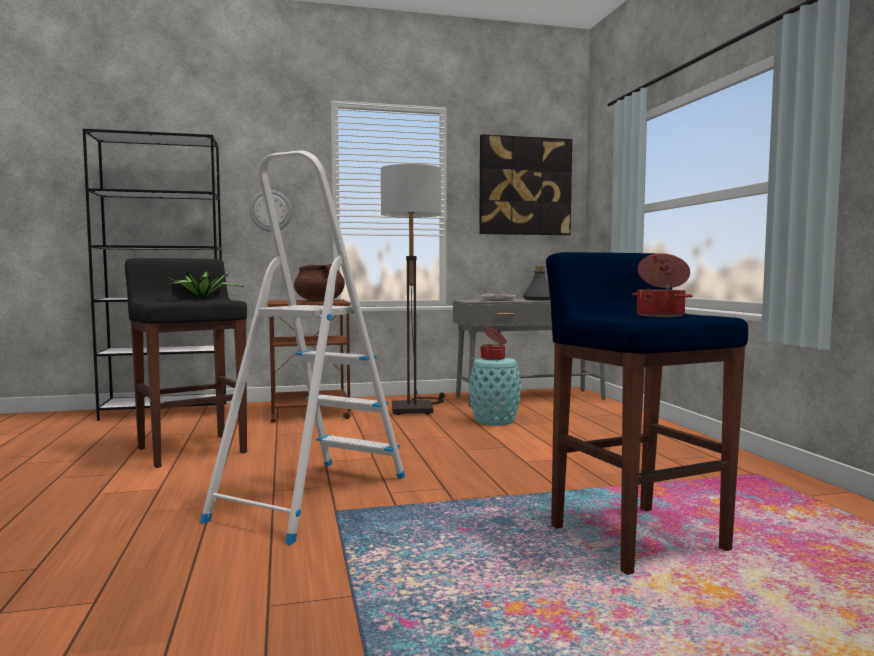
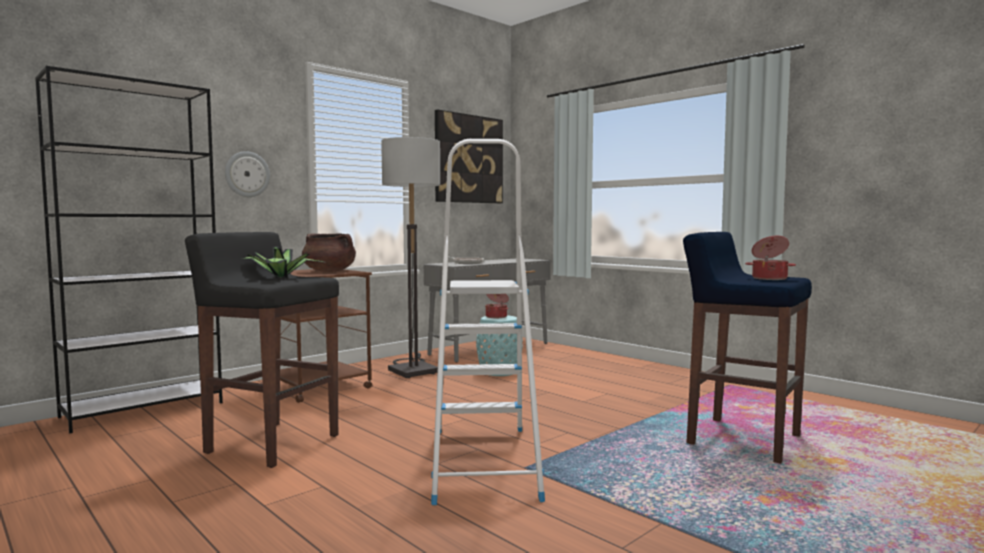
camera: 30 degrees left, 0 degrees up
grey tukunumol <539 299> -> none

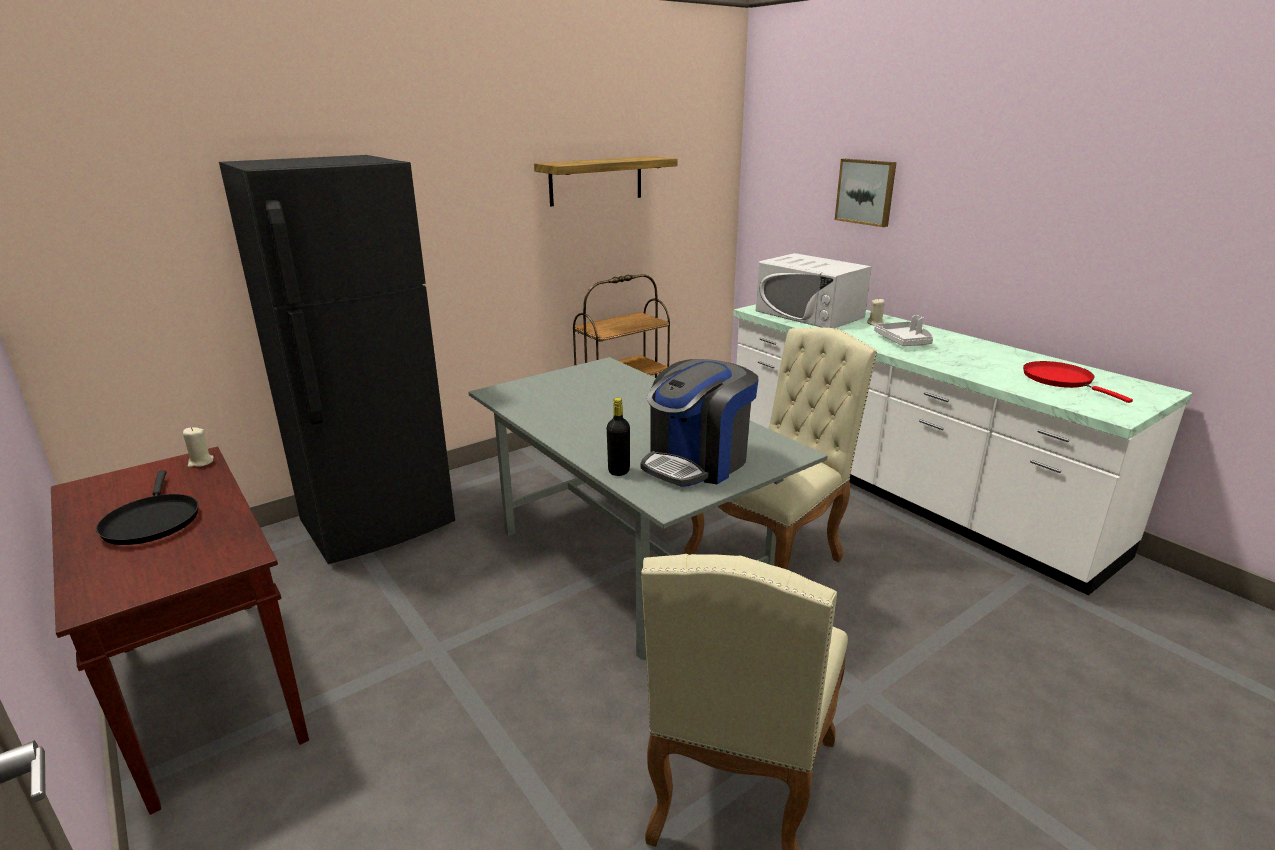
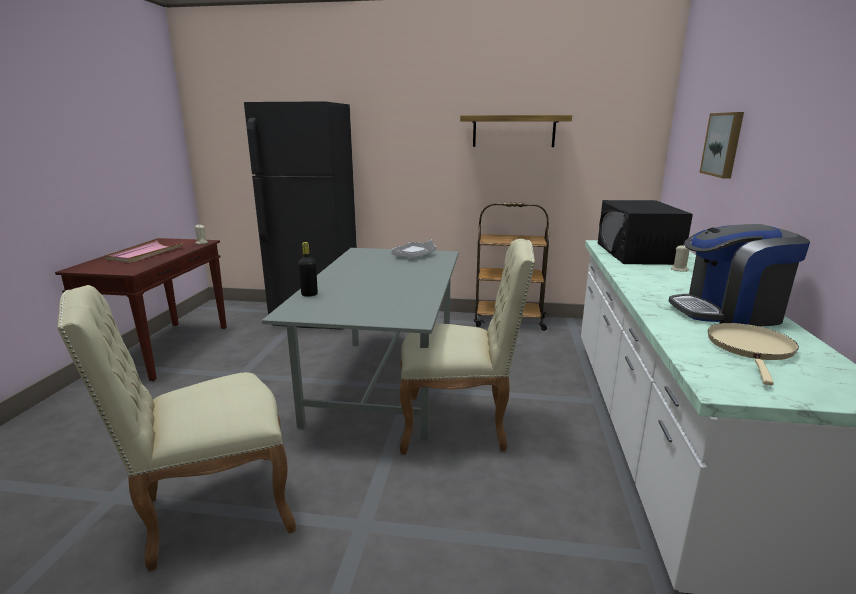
camera: 45 degrees right, 5 degrees down
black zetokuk <151 521> -> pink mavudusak <145 254>
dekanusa <697 462> -> dekanusa <727 313>, relocated
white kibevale <809 314> -> black kibevale <637 253>
grey mavudusak <904 341> -> grey mavudusak <414 255>, relocated
red zetokuk <1061 380> -> beige zetokuk <751 349>

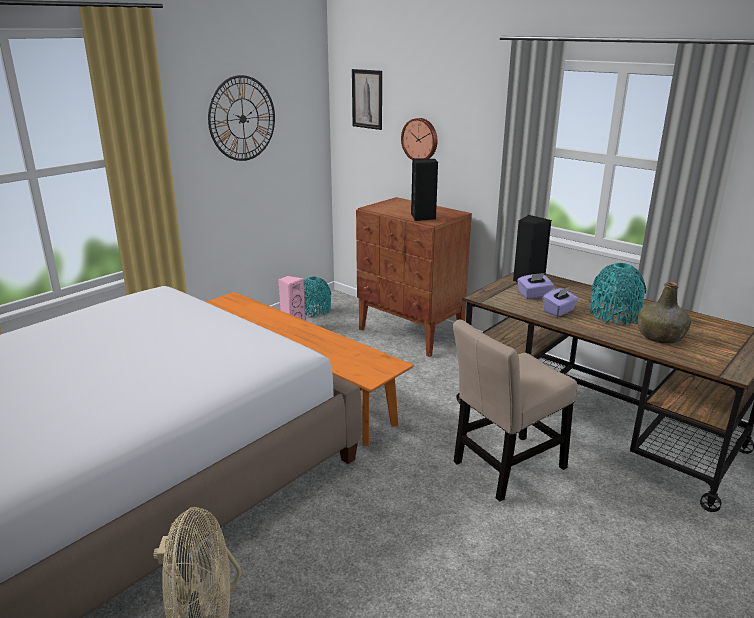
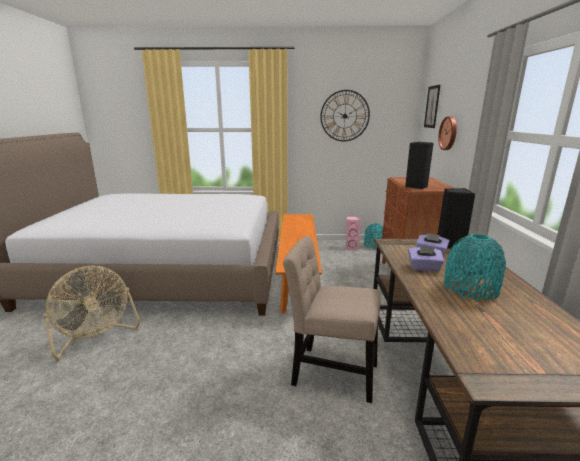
camera: 50 degrees right, 5 degrees down
green tukunumol <660 336> -> none

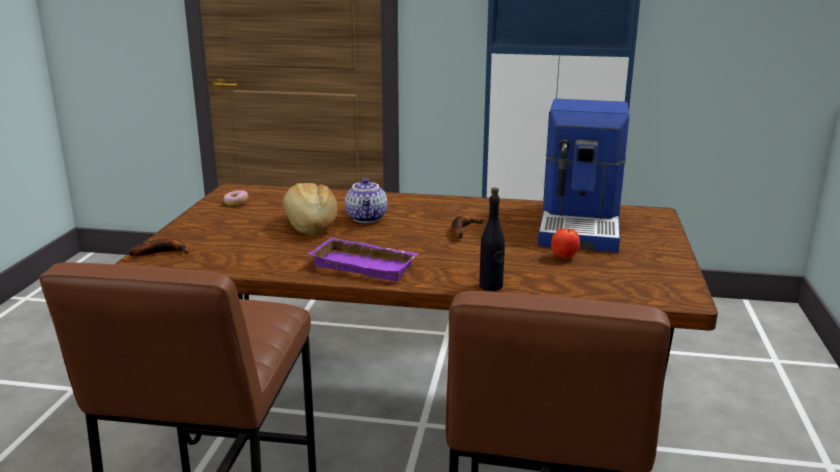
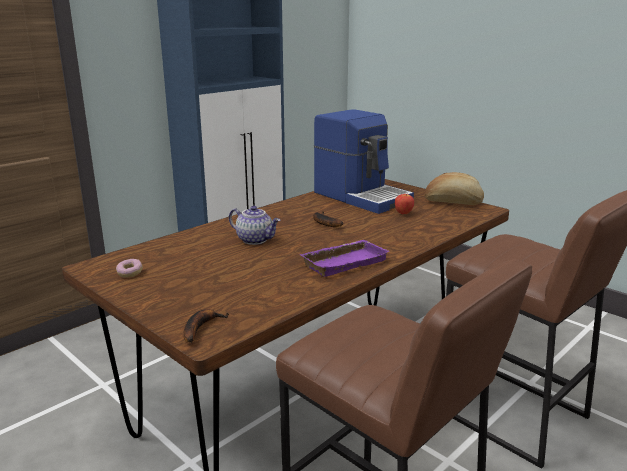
camera: 55 degrees left, 0 degrees up
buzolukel <309 225> -> buzolukel <453 202>, relocated
black tukunumol <491 286> -> none

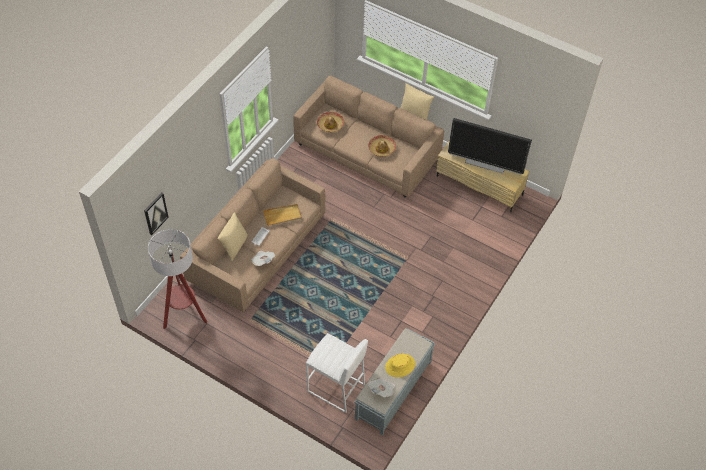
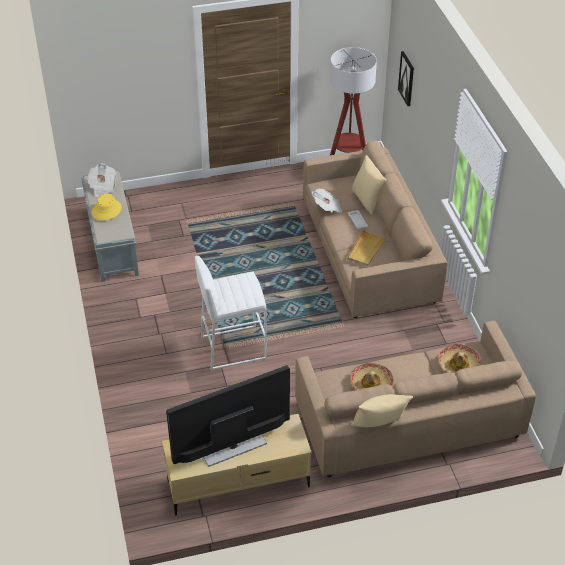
camera: 135 degrees right, 10 degrees down
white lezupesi <336 388> -> white lezupesi <232 347>, relocated

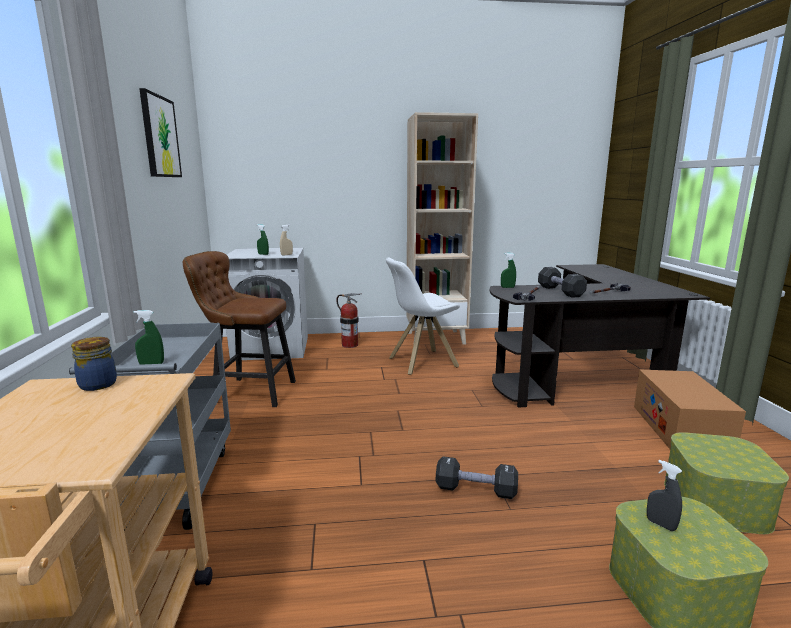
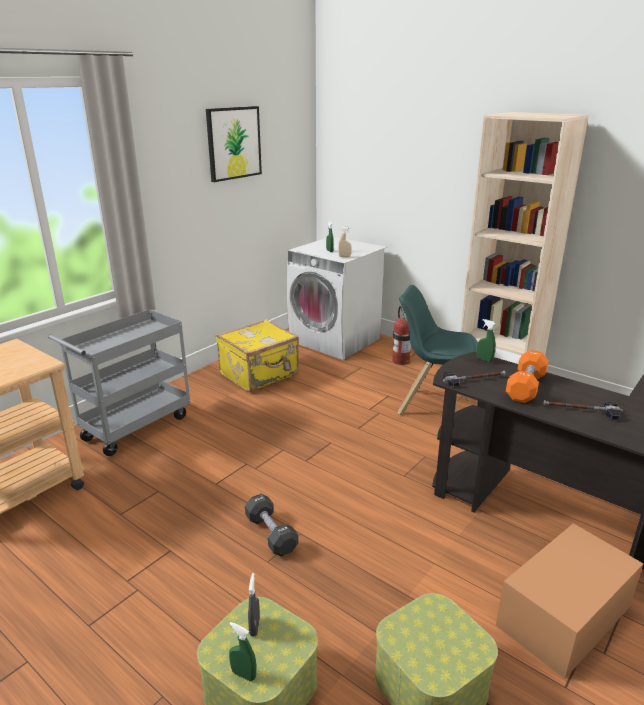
camera: 45 degrees right, 10 degrees up
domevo <96 384> -> none
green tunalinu <151 364> -> green tunalinu <243 674>, relocated
brown lezupesi <245 391> -> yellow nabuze <260 375>
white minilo <422 362> -> turquoise minilo <433 406>
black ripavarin <560 291> -> orange ripavarin <525 387>

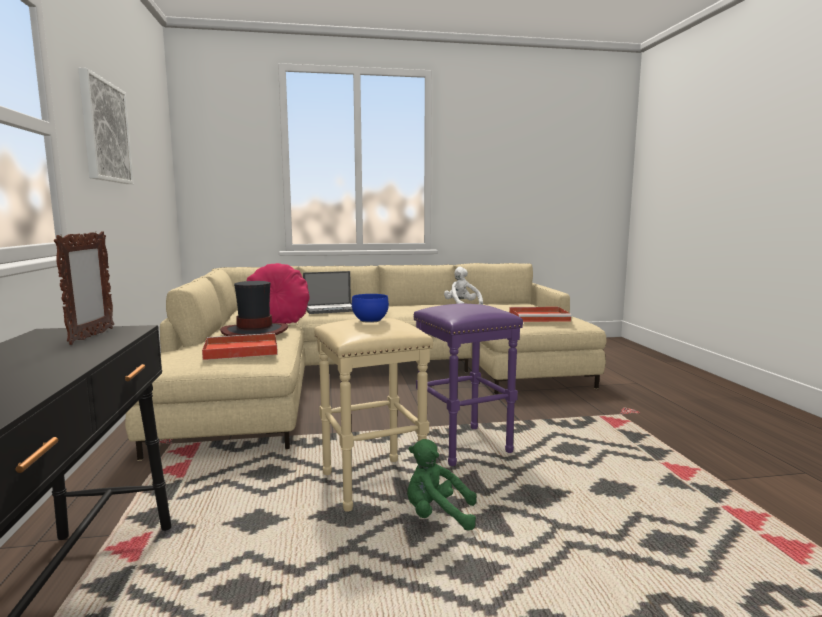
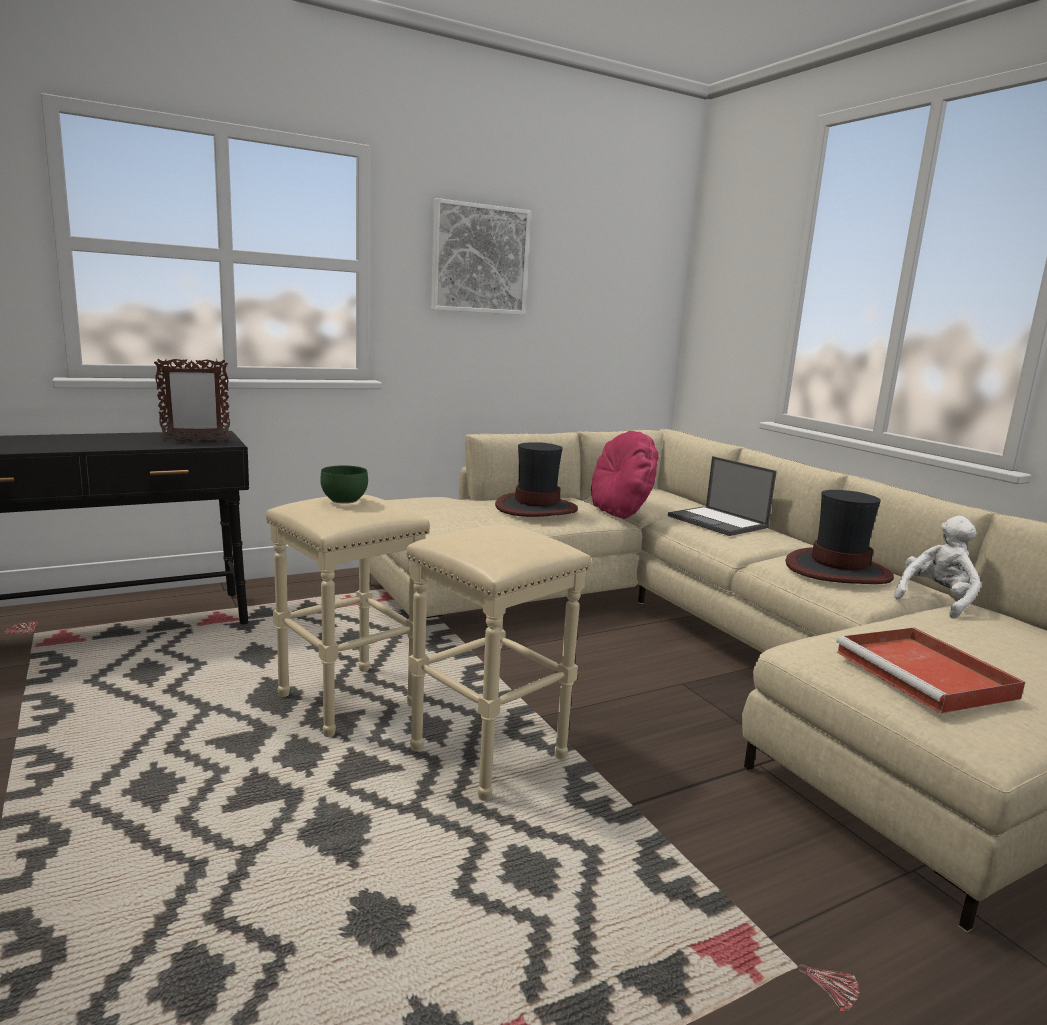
camera: 70 degrees right, 5 degrees up
red mavudusak <239 350> -> none
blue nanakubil <369 320> -> green nanakubil <345 500>
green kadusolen <437 516> -> none
purple lezupesi <464 444> -> beige lezupesi <492 753>
none -> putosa <837 570>

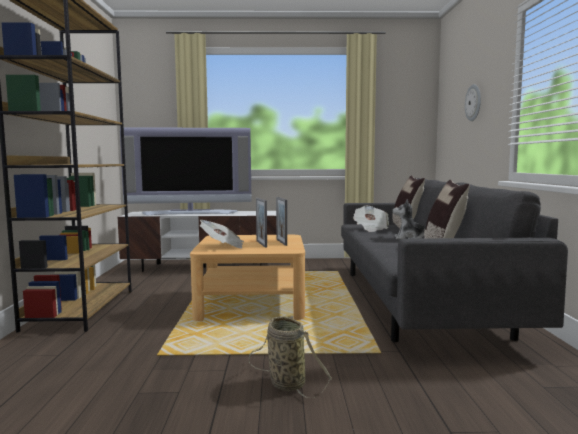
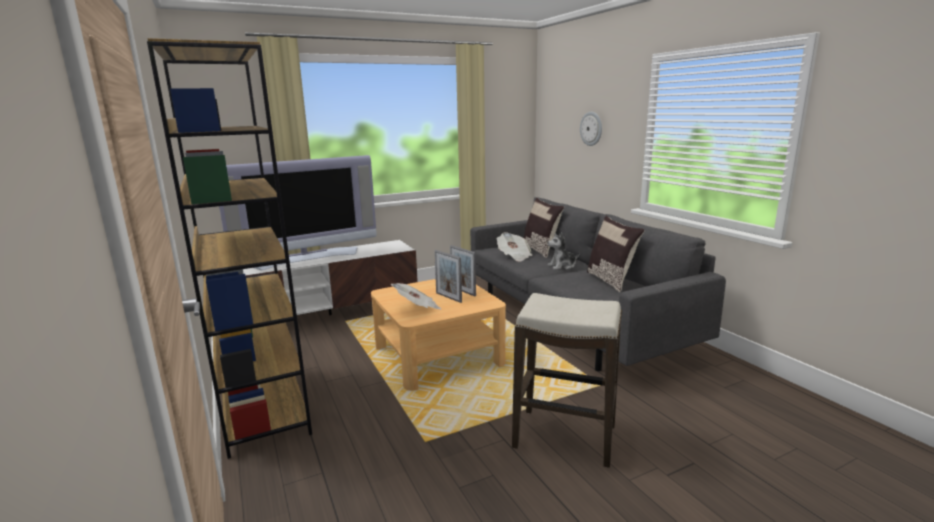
camera: 25 degrees left, 10 degrees up
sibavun <285 383> -> lezupesi <564 437>

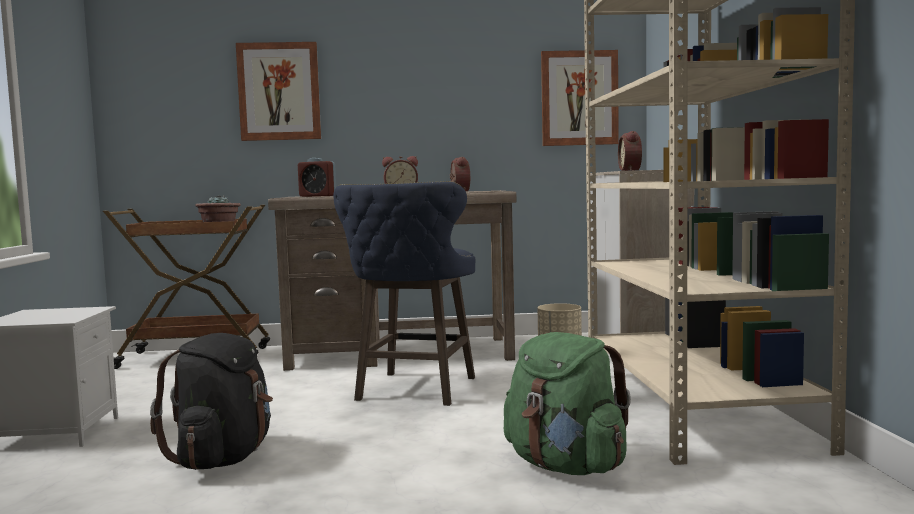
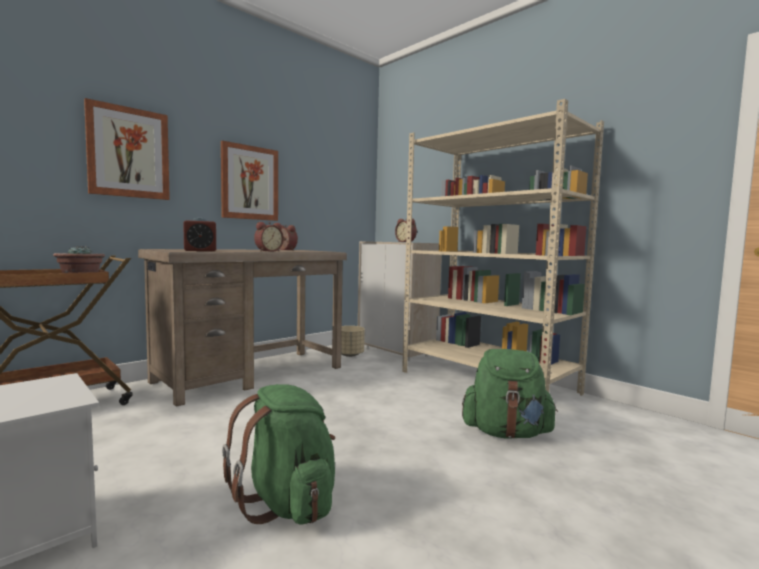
camera: 40 degrees left, 0 degrees up
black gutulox <223 458> -> green gutulox <287 502>
blue lezupesi <414 390> -> none
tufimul <579 98> -> tufimul <249 183>, relocated

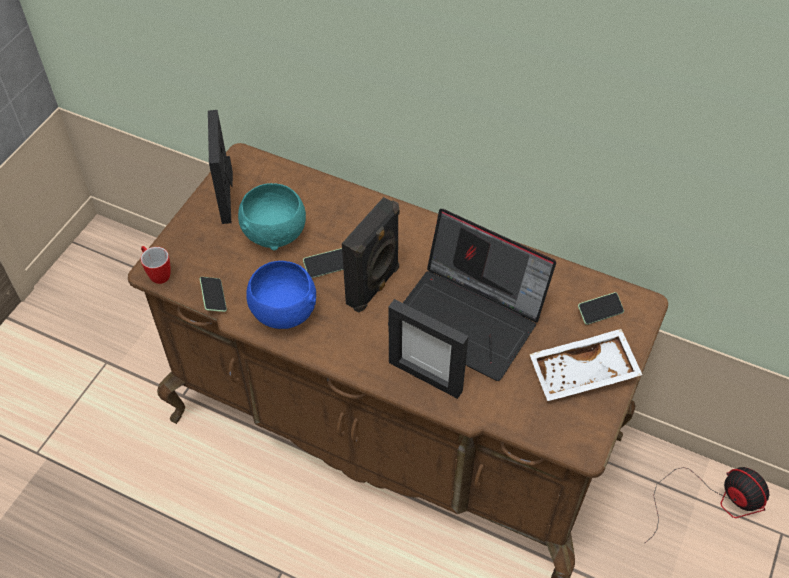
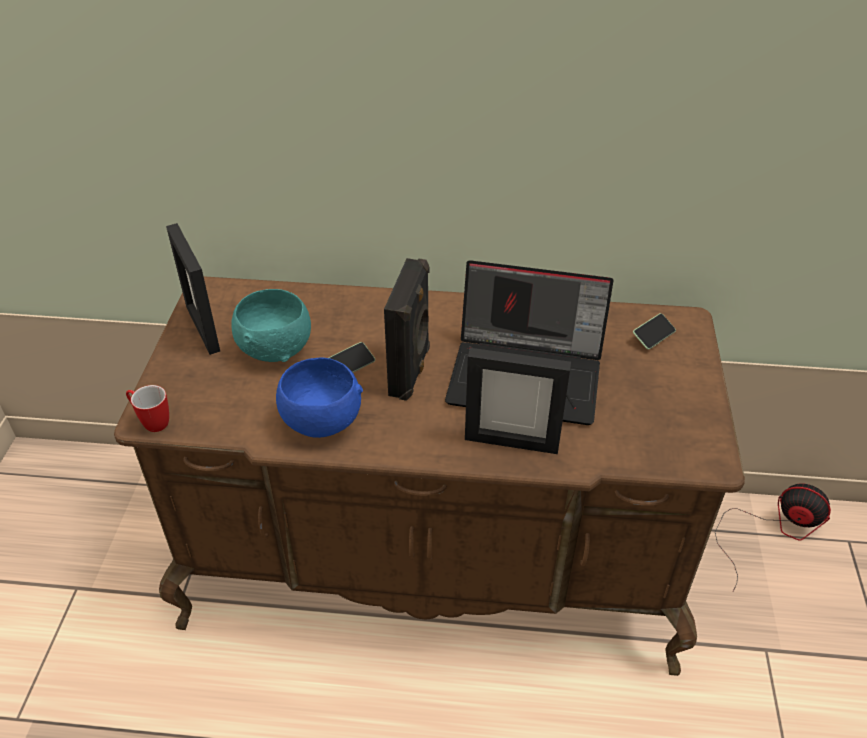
camera: 20 degrees left, 10 degrees down
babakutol <214 298> -> none
white mavudusak <583 374> -> none

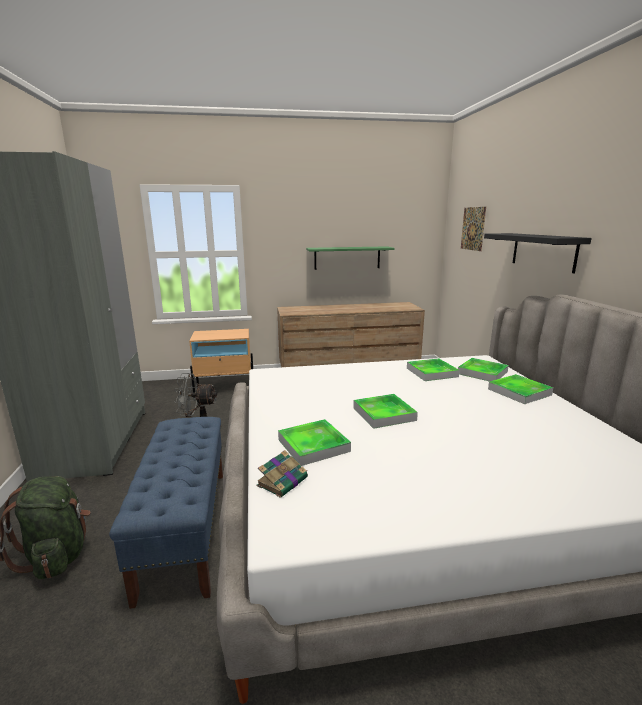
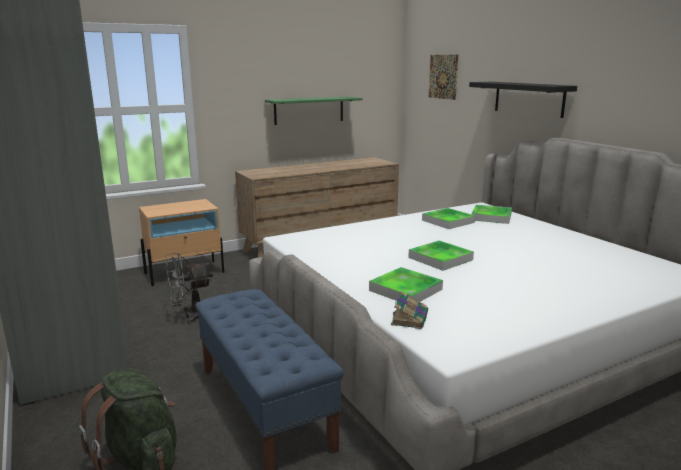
camera: 20 degrees left, 0 degrees up
mavudusak <519 392> -> none

